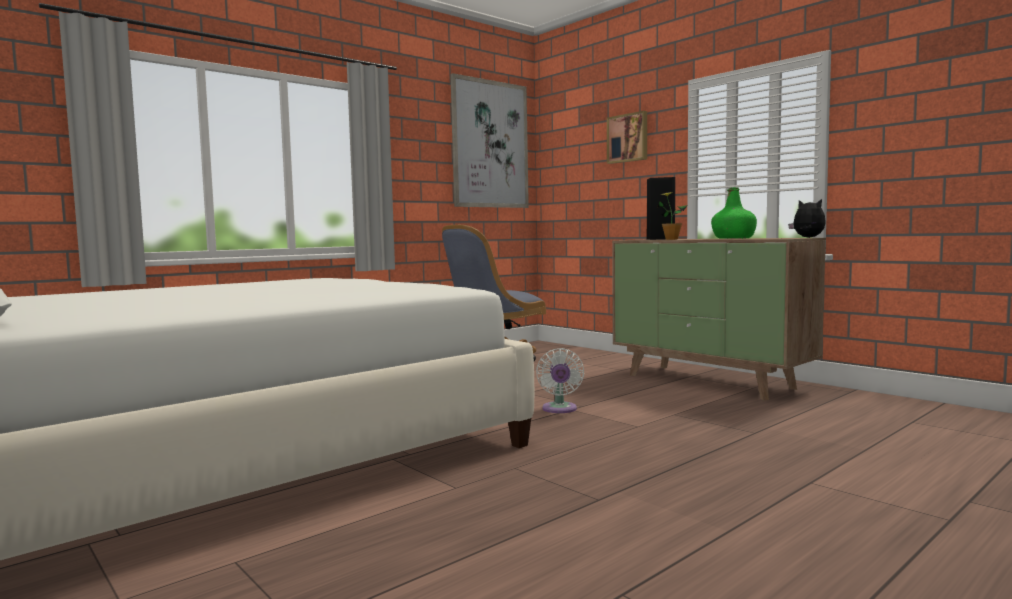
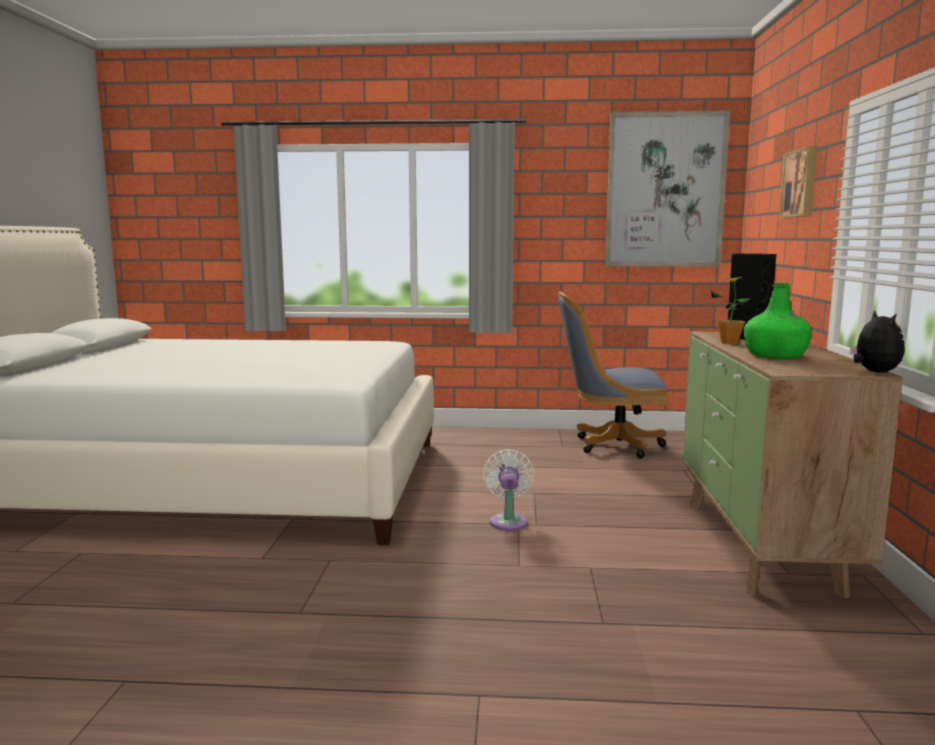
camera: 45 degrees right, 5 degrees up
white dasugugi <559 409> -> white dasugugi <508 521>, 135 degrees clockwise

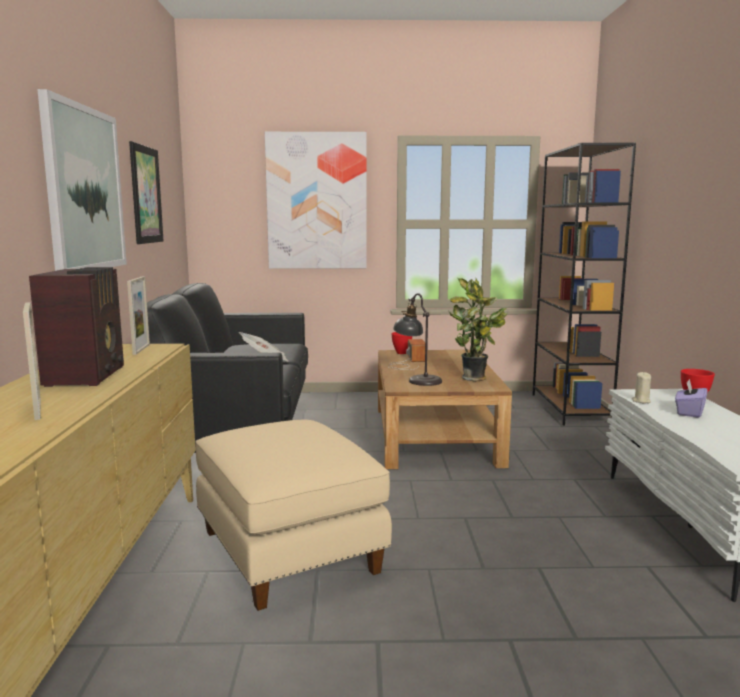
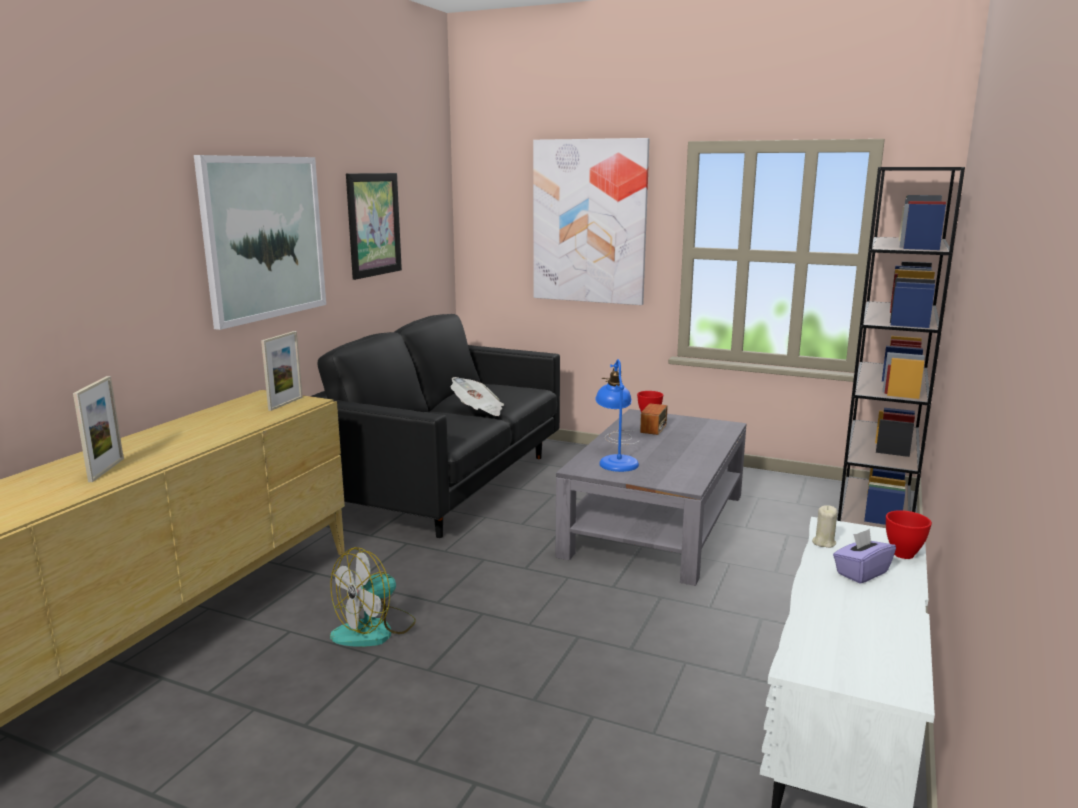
camera: 25 degrees right, 5 degrees up
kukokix <87 375> -> none
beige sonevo <290 551> -> dasugugi <374 630>
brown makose <434 434> -> grey makose <656 523>
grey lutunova <416 378> -> blue lutunova <615 458>
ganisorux <476 379> -> none

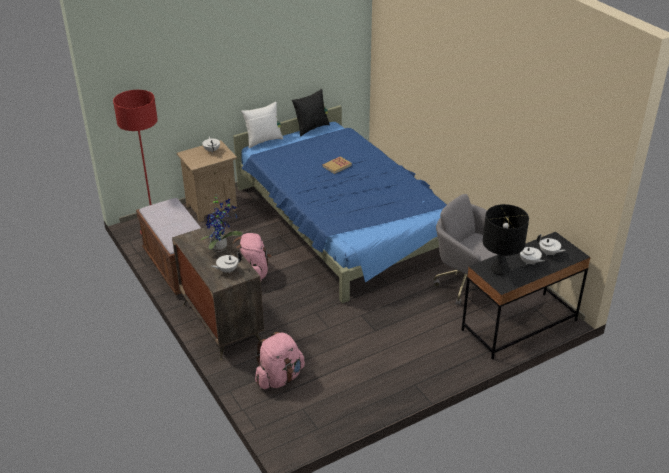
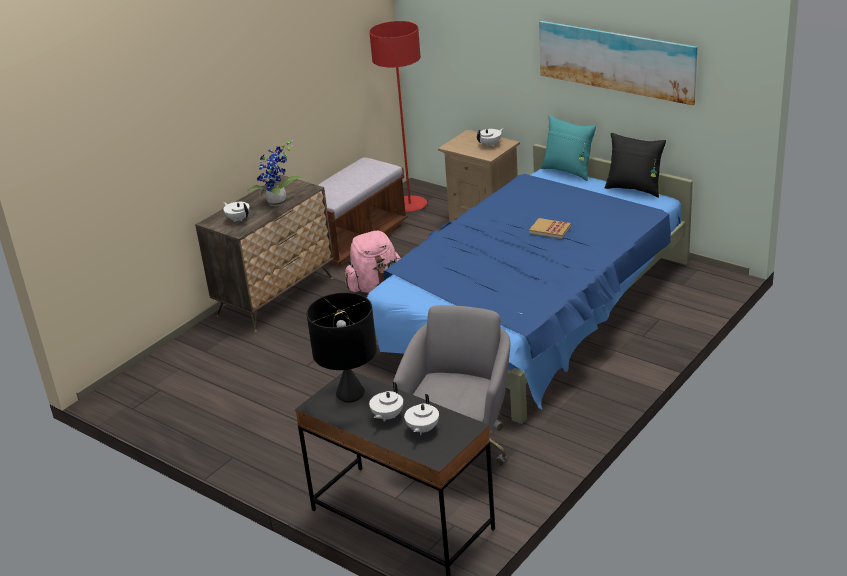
camera: 70 degrees right, 5 degrees down
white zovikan <263 141> -> turquoise zovikan <568 171>
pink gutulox <279 378> -> none
none -> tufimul <616 60>

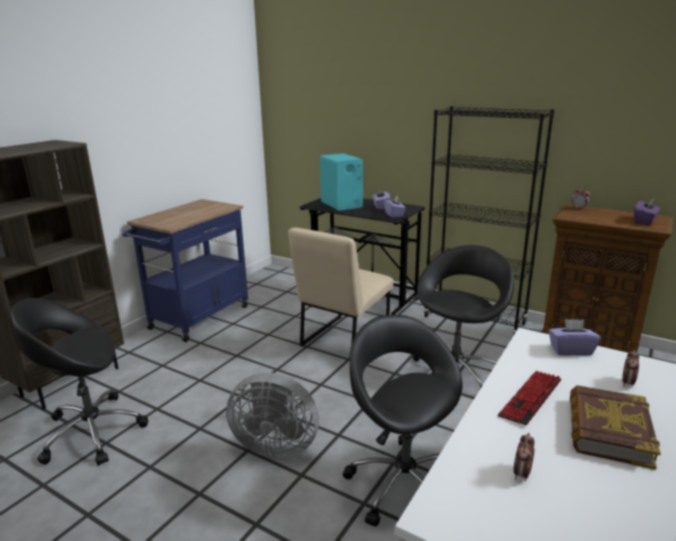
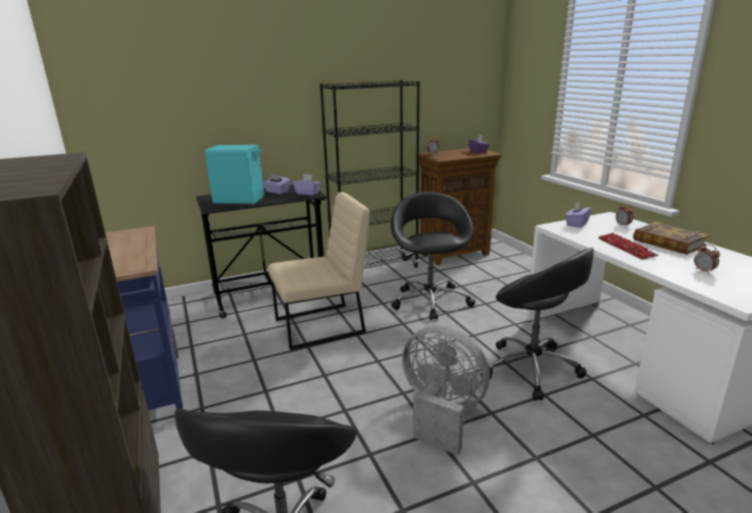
camera: 55 degrees left, 0 degrees up
grey dasugugi <275 445> -> grey dasugugi <441 414>, 105 degrees counterclockwise
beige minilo <343 339> -> beige minilo <322 325>, 90 degrees counterclockwise
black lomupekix <403 482> -> black lomupekix <533 370>, 120 degrees counterclockwise

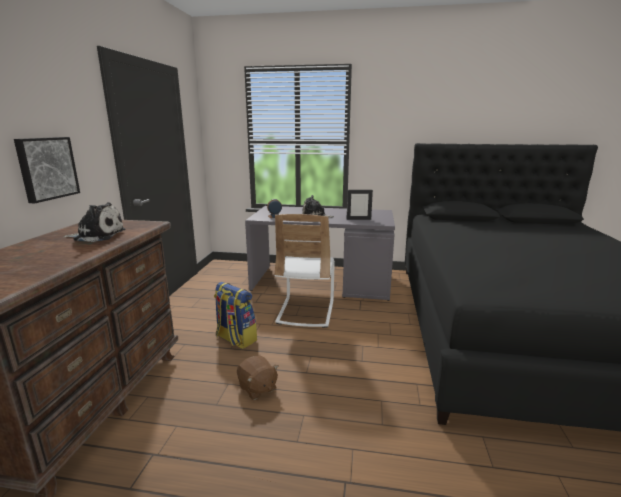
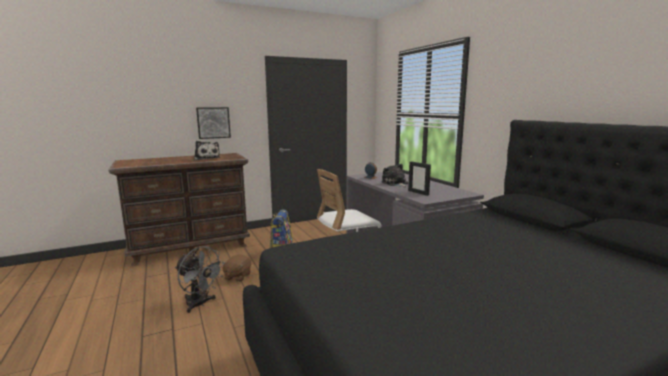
camera: 55 degrees right, 5 degrees down
none -> grey dasugugi <200 304>

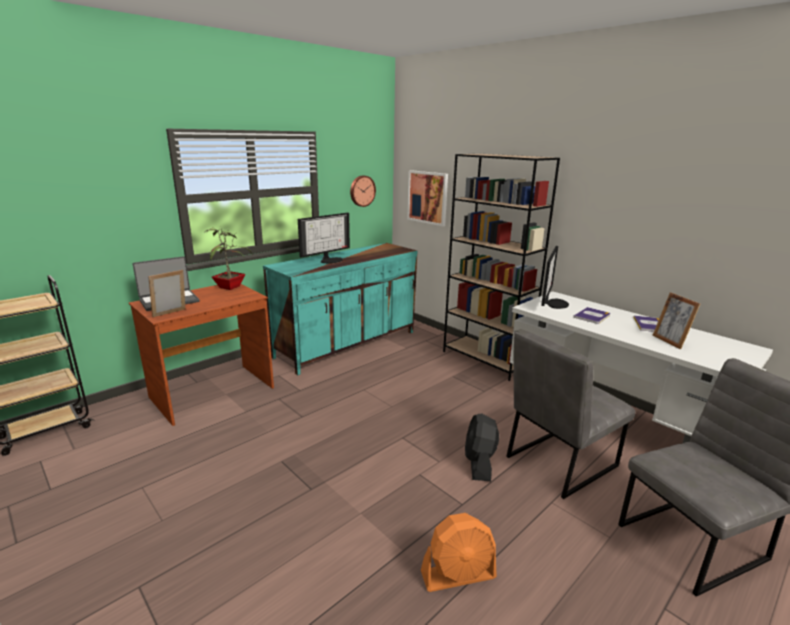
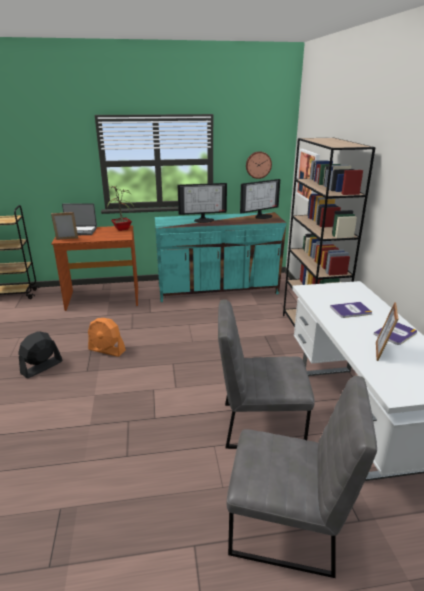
camera: 35 degrees right, 5 degrees up
orange dasugugi <458 575> -> orange dasugugi <107 350>, relocated
black dasugugi <479 463> -> black dasugugi <41 367>, relocated
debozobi <553 303> -> debozobi <262 216>, relocated

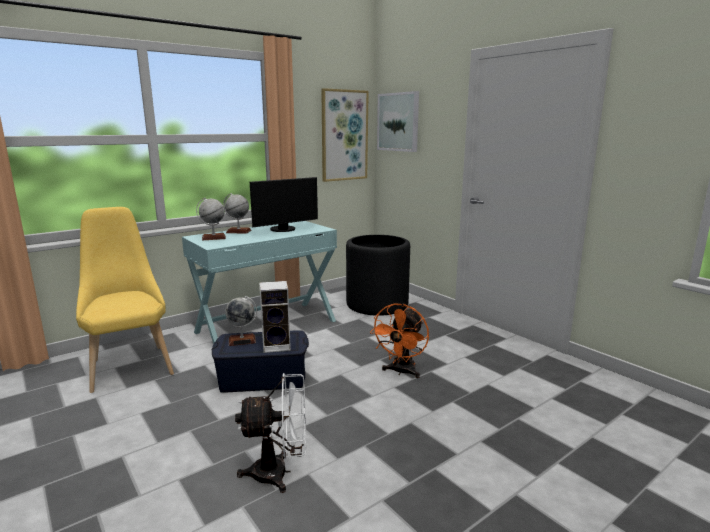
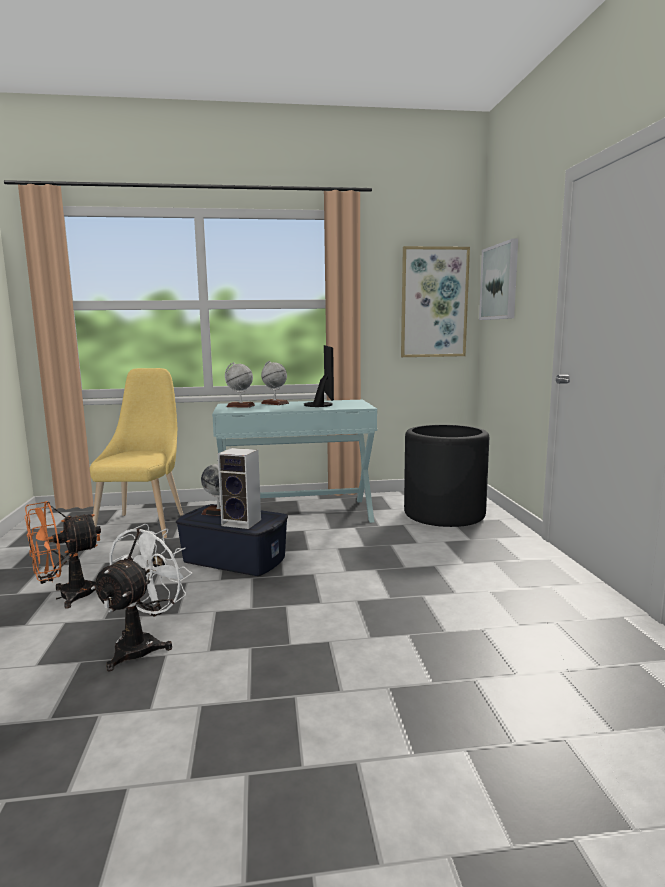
camera: 30 degrees right, 5 degrees down
white dasugugi <279 473> -> white dasugugi <143 645>, 90 degrees counterclockwise
debozobi <284 229> -> debozobi <321 405>, 90 degrees counterclockwise
orange dasugugi <401 372> -> orange dasugugi <67 596>, relocated

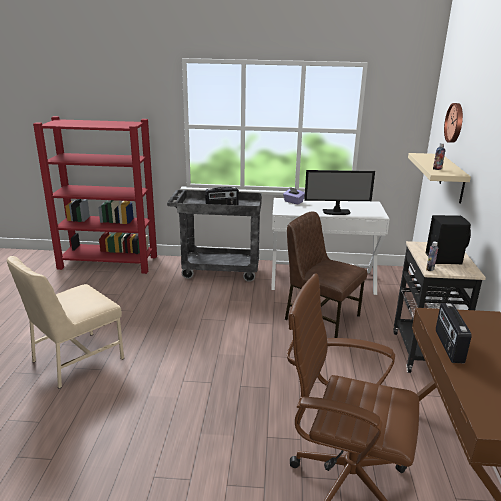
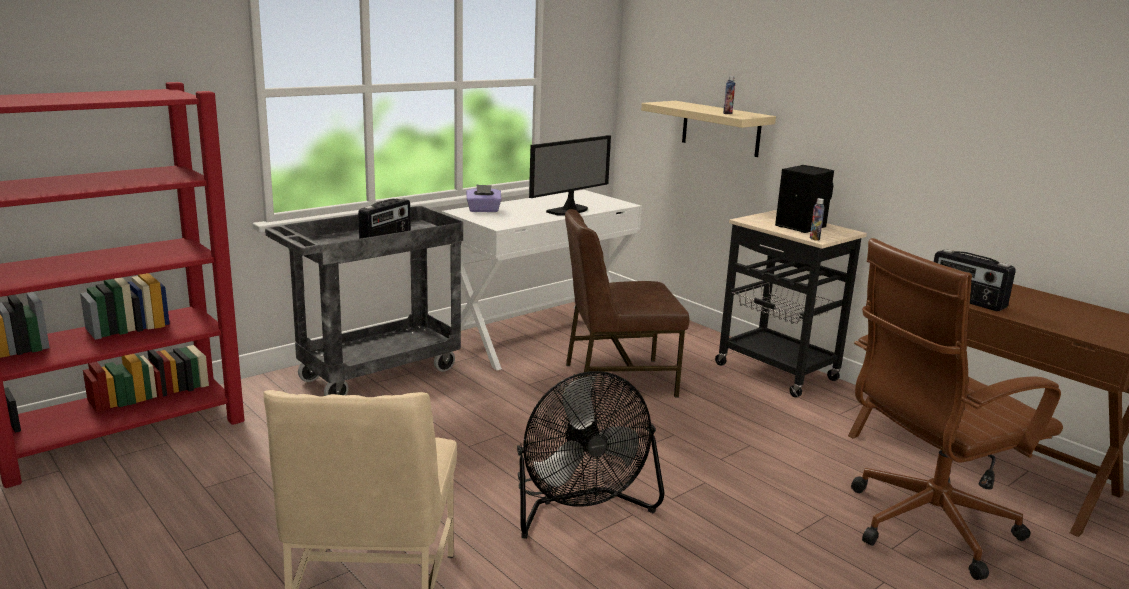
camera: 45 degrees left, 5 degrees down
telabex <455 123> -> none
none -> black dasugugi <574 509>

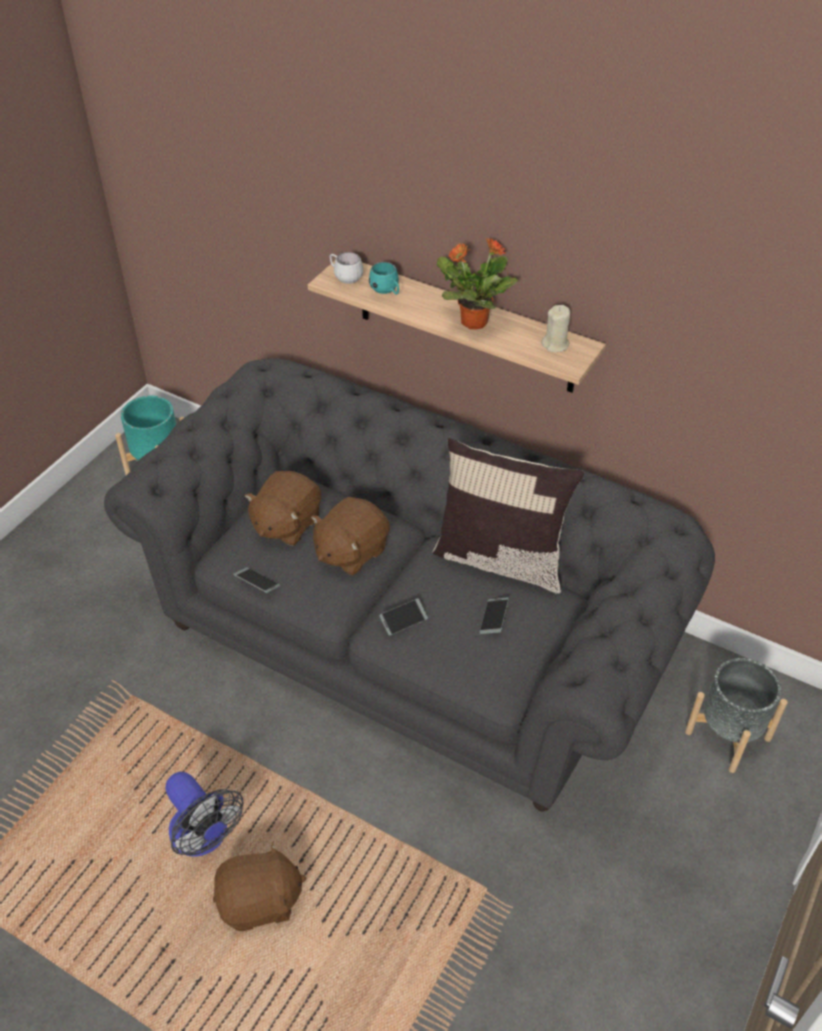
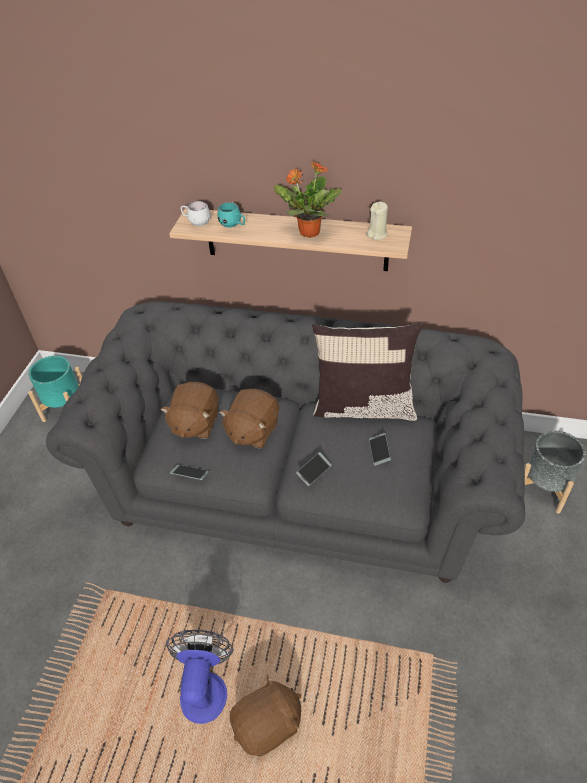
camera: 15 degrees left, 0 degrees up
dasugugi <204 838> -> dasugugi <204 687>, 120 degrees counterclockwise

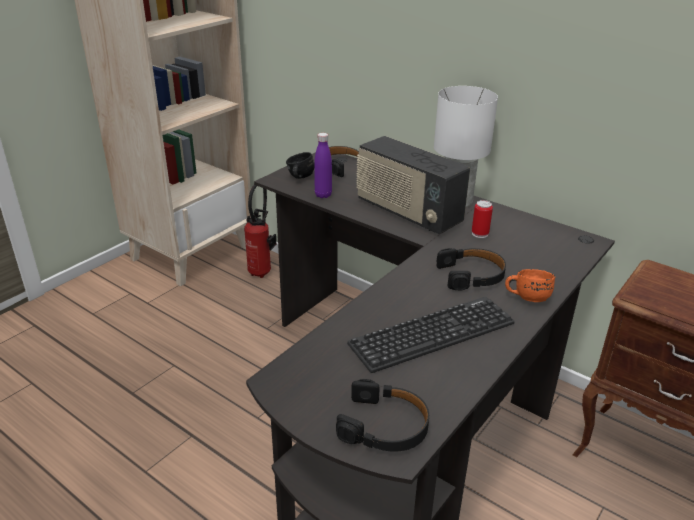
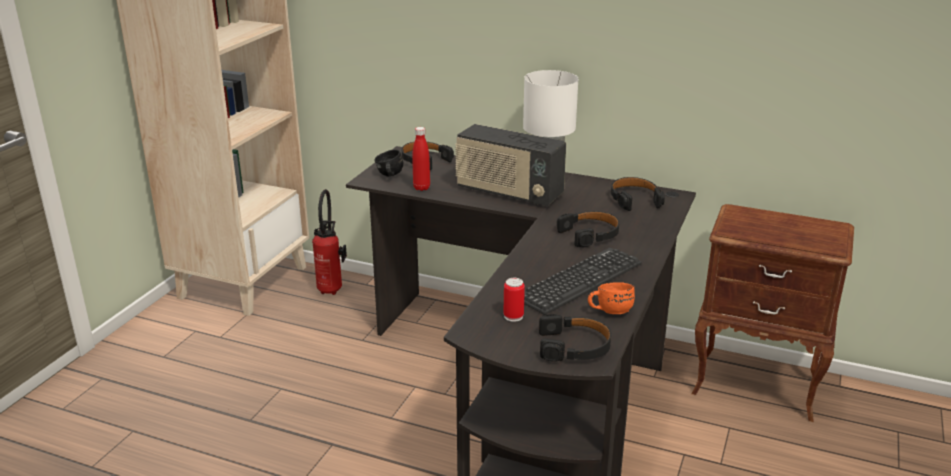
camera: 15 degrees left, 5 degrees down
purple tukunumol <323 195> -> red tukunumol <421 188>
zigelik <480 233> -> zigelik <513 316>, relocated
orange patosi <526 297> -> orange patosi <609 311>, relocated
none -> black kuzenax <634 199>

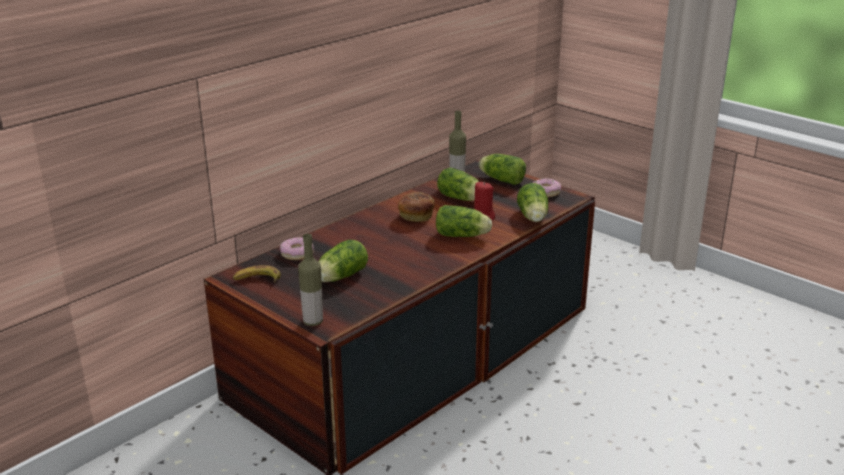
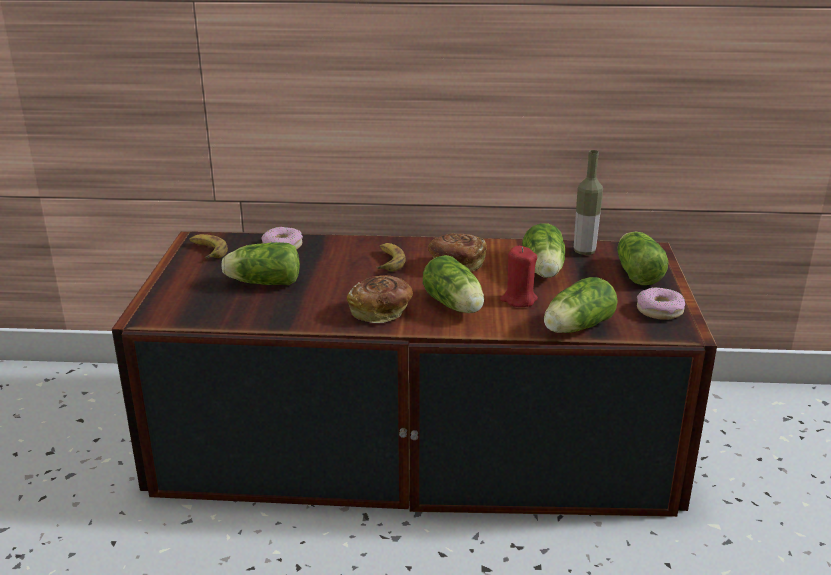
camera: 50 degrees right, 0 degrees up
tukunumol <313 322> -> none
none -> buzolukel <381 312>
none -> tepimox <388 261>

